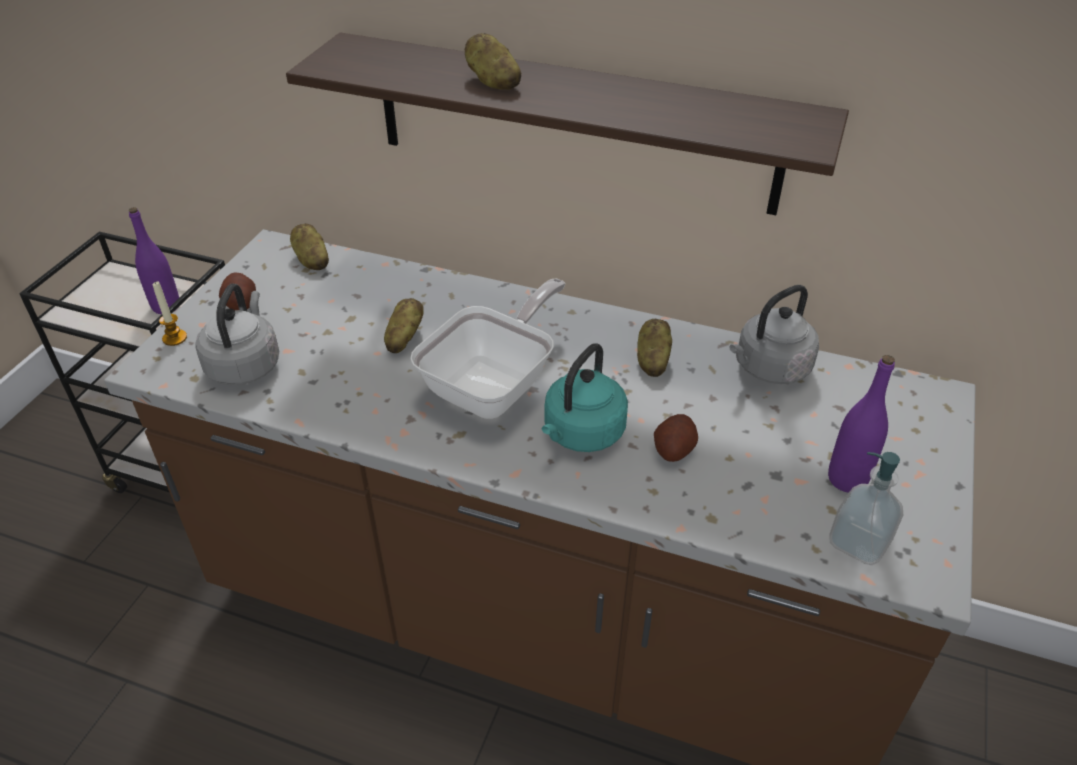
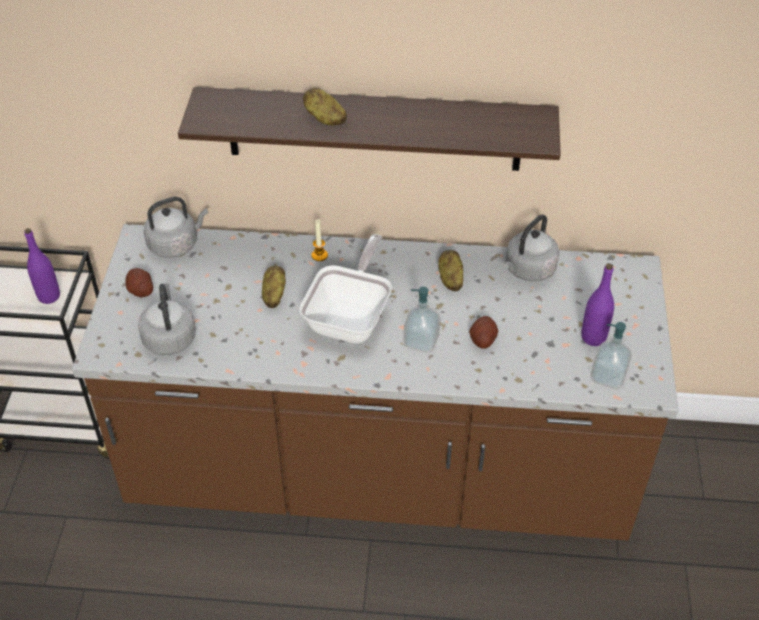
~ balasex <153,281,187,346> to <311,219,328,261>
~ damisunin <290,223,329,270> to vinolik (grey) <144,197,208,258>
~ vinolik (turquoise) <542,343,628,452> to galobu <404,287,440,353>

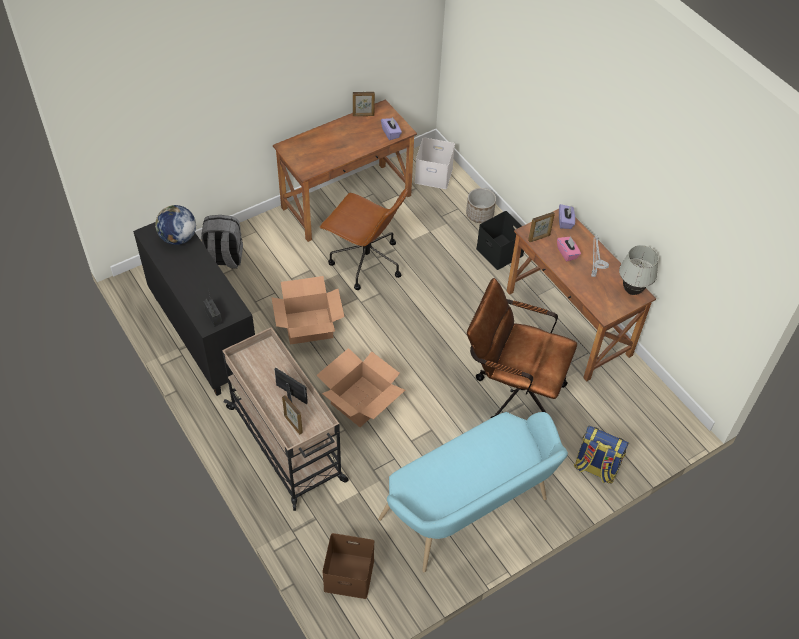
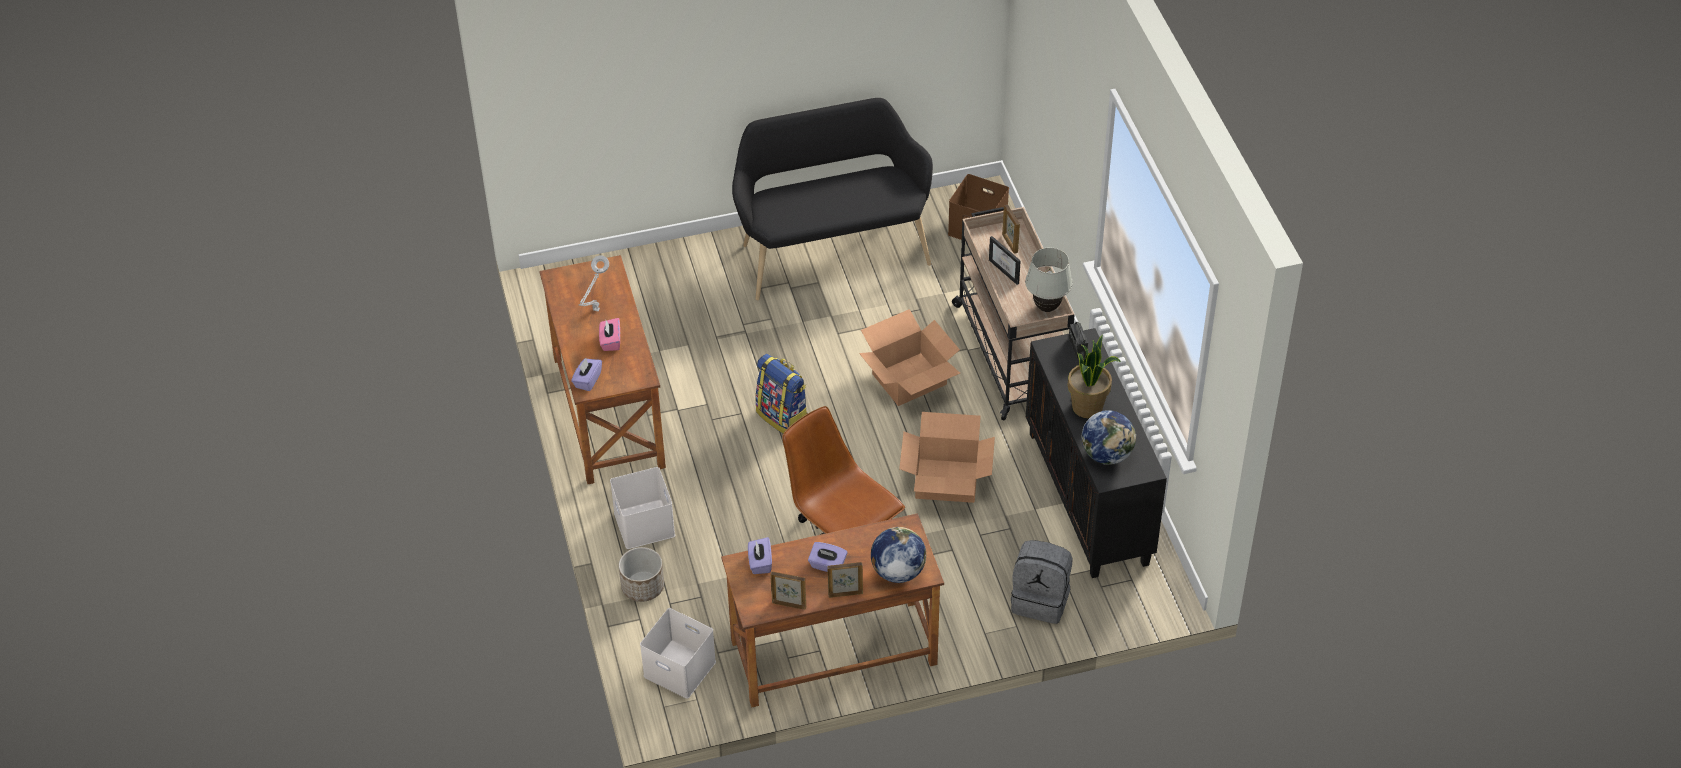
~ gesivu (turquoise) <378,412,568,572> to gesivu (black) <732,98,933,300>
- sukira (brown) <467,278,577,418>
~ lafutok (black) <476,211,524,270> to lafutok (white) <610,467,675,549>
~ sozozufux <528,212,555,242> to <827,562,863,598>
~ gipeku <574,426,629,483> to <755,354,808,433>
~ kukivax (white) <619,245,659,295> to <1025,248,1073,312>
+ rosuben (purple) <808,542,847,572>
+ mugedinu <871,527,926,583>
+ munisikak <1068,335,1121,418>

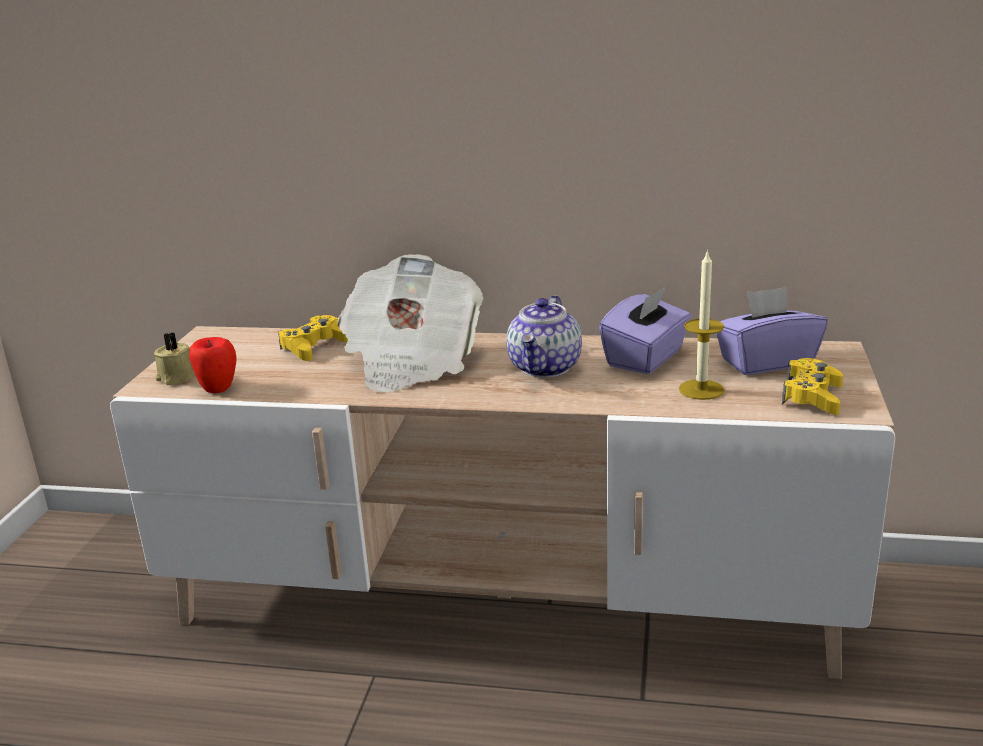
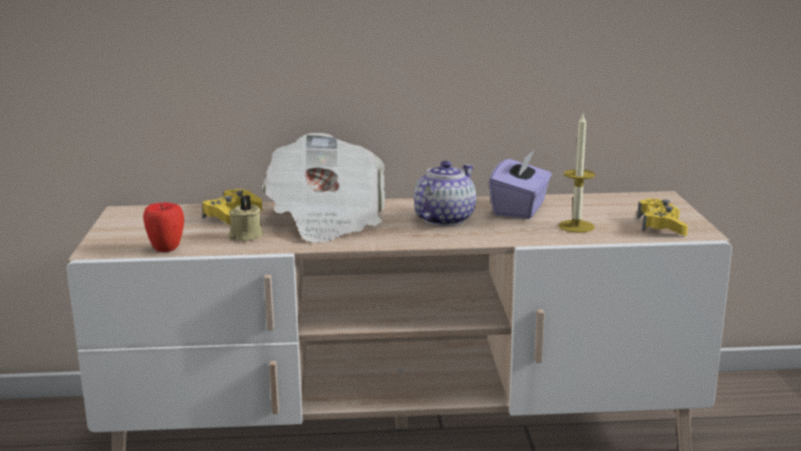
~ balasex (beige) <154,332,196,385> to <229,195,263,241>
~ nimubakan <506,295,582,377> = <414,160,476,226> 150 degrees counterclockwise
- rosuben (purple) <716,287,828,375>

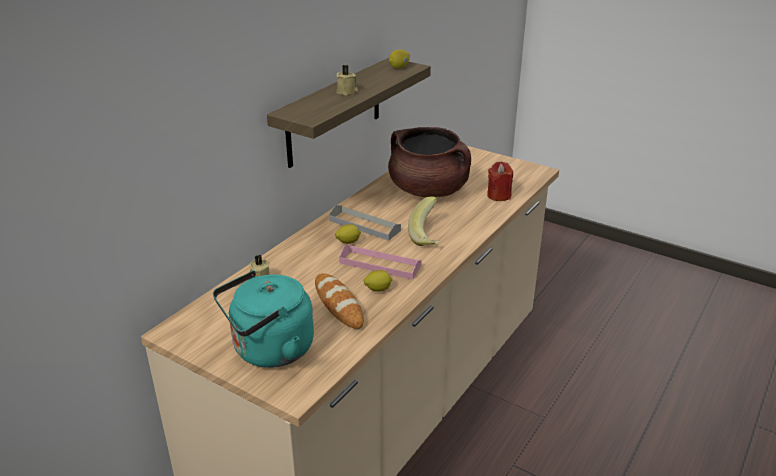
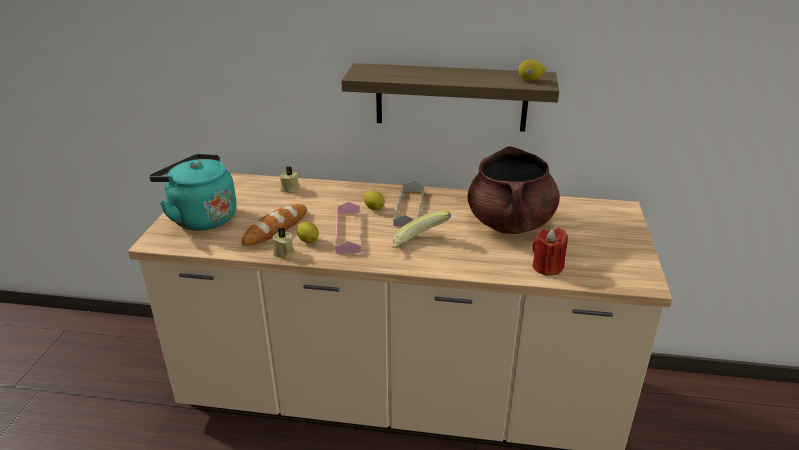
~ balasex (beige) <336,65,358,95> to <272,227,295,259>

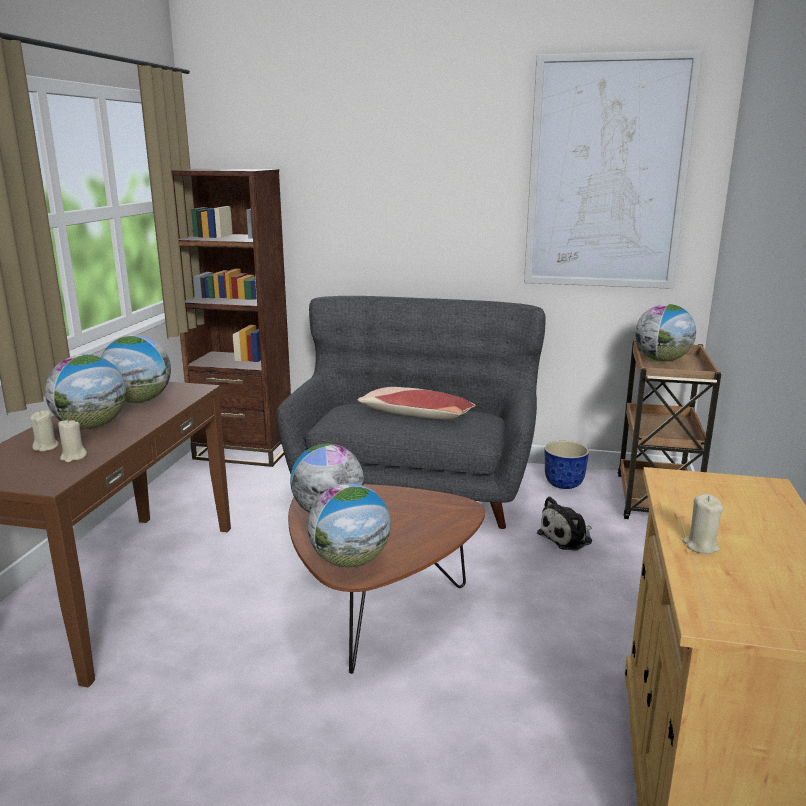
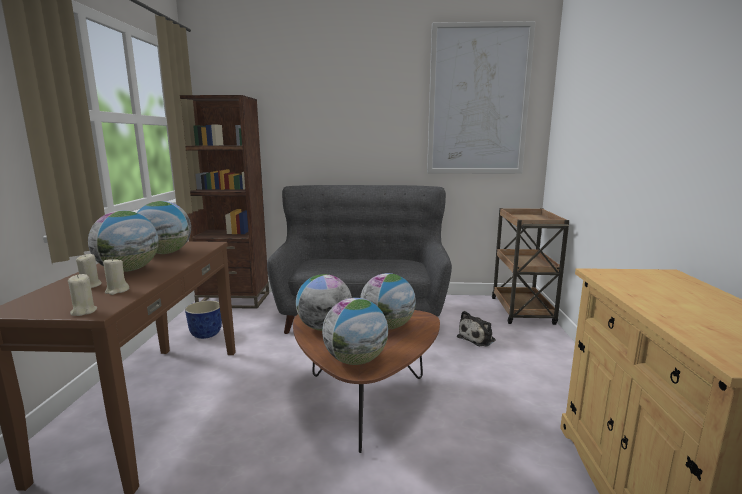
- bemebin <357,387,475,419>
~ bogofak <545,441,589,489> to <185,301,222,339>
~ mugedinu <635,304,696,362> to <360,273,416,329>
~ balasex (beige) <682,494,723,554> to <68,274,97,316>

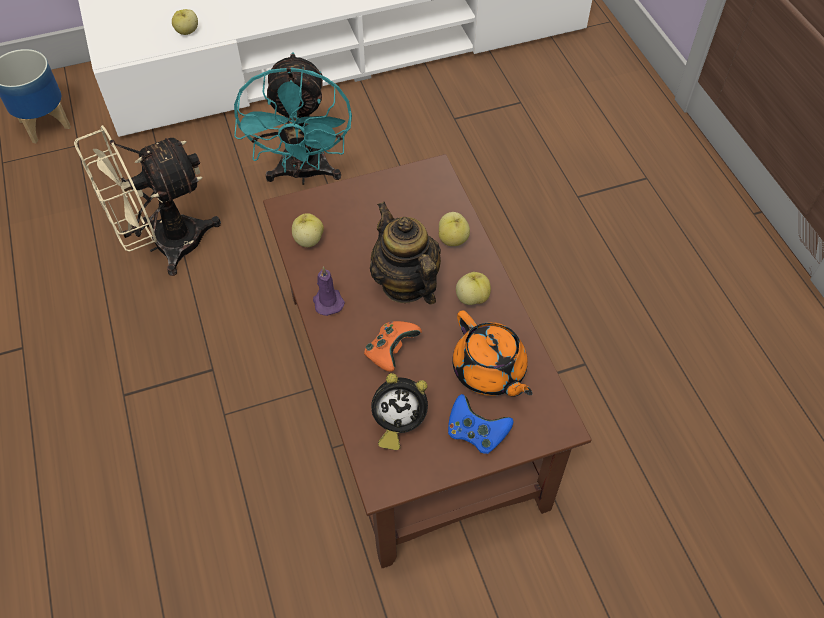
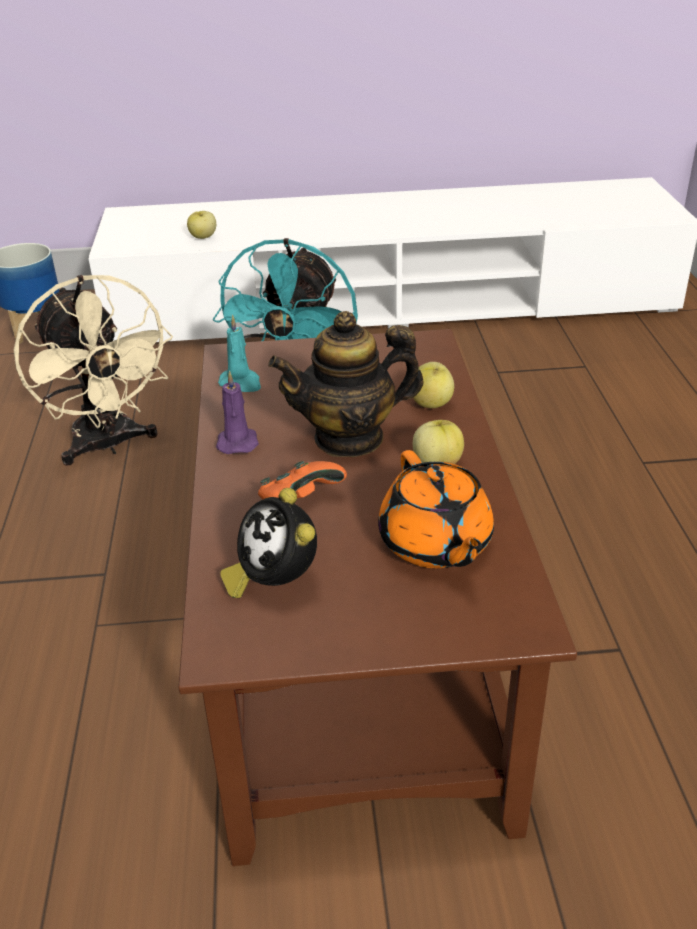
~ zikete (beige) <74,125,221,276> = <13,275,173,466> 105 degrees counterclockwise
~ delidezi <292,213,324,247> to balasex (turquoise) <218,315,261,392>
~ nimubakan <370,202,441,304> = <268,311,424,457> 90 degrees counterclockwise
~ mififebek <371,373,428,450> = <220,488,317,598> 45 degrees clockwise
- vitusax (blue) <448,394,513,454>

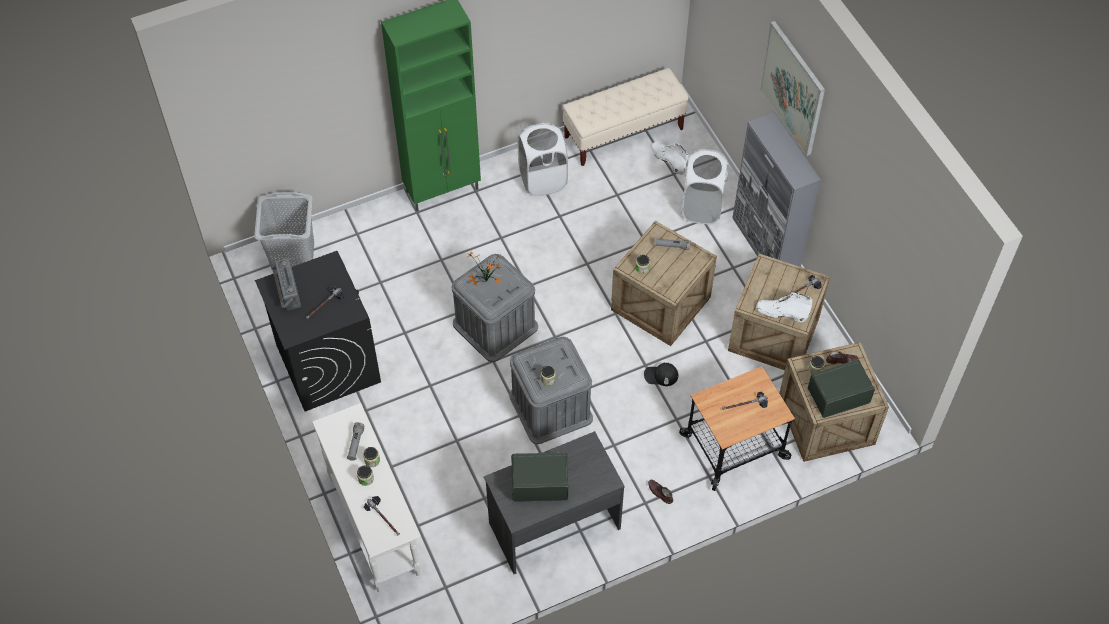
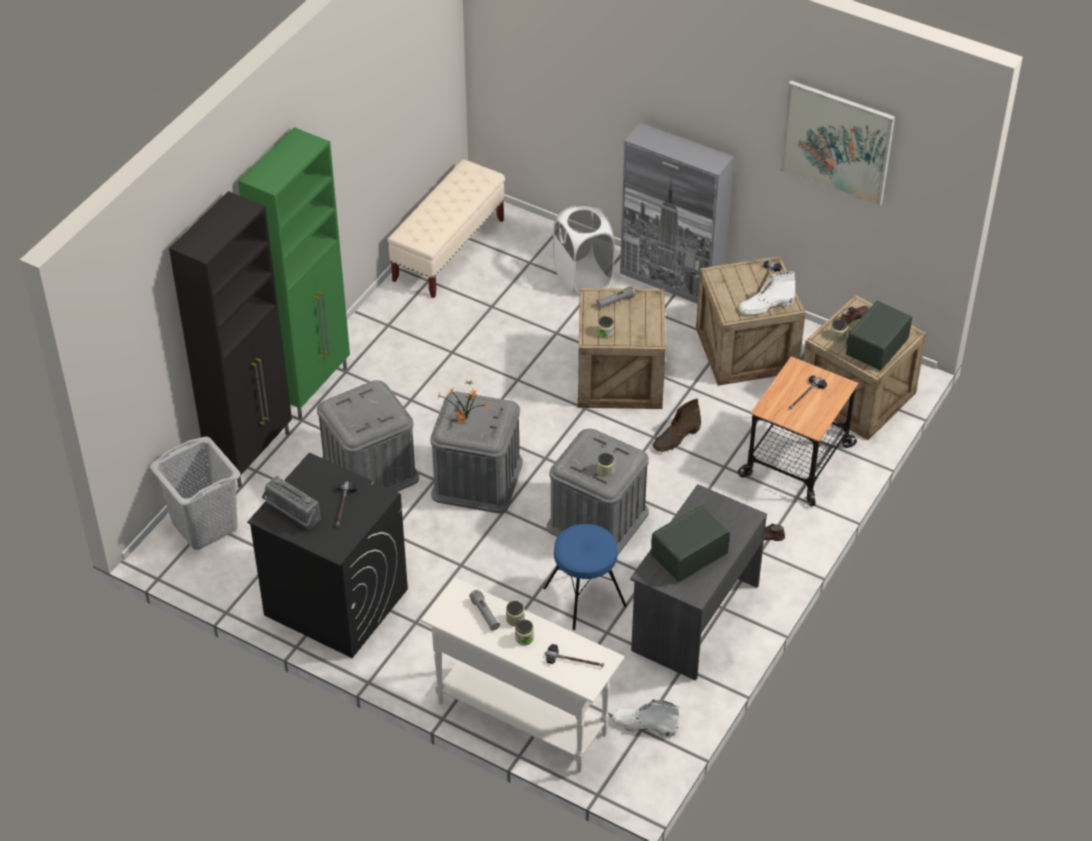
- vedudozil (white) <518,123,568,196>
~ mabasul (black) <644,363,679,386> to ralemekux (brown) <653,399,701,452>
~ ralemekux (white) <651,142,688,174> to <612,699,680,737>
~ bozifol <759,21,825,156> to <780,80,895,207>
+ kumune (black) <169,191,292,488>
+ lafutok (grey) <317,380,419,492>
+ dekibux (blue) <543,524,627,630>

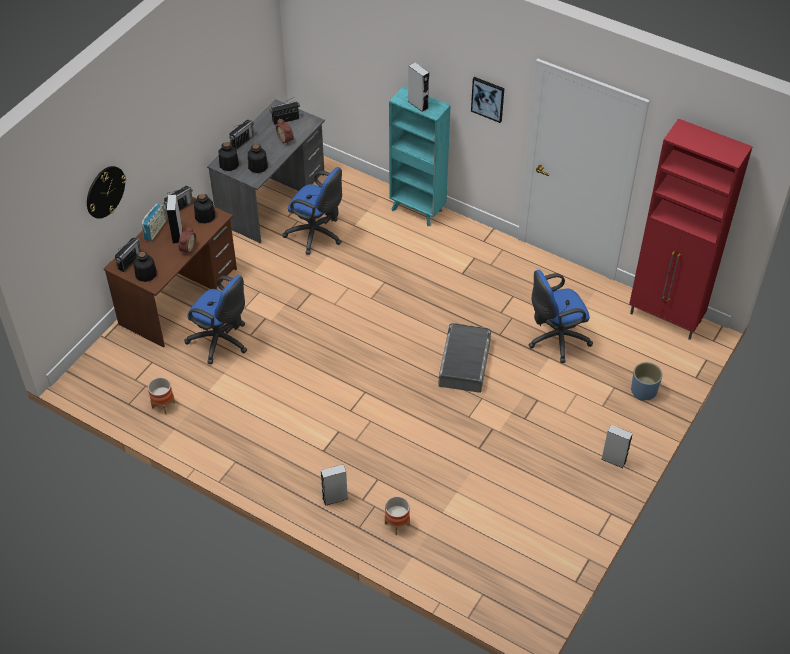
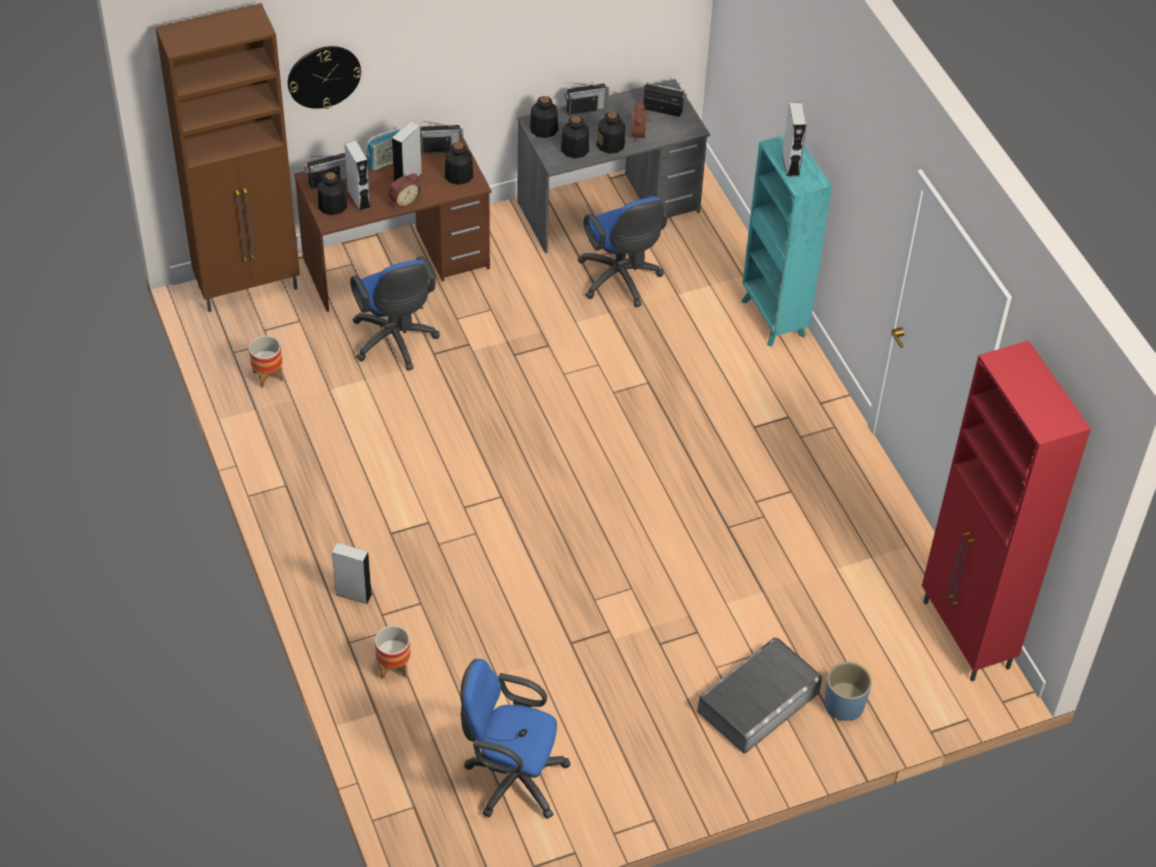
~ lafutok (grey) <438,323,491,393> to <697,638,822,754>
- bozifol <471,77,504,123>
~ sukira (blue) <528,270,593,363> to <460,659,571,819>
~ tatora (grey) <601,425,633,468> to <344,140,371,211>
+ kumune (brown) <155,3,300,312>
+ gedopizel <596,112,625,154>

